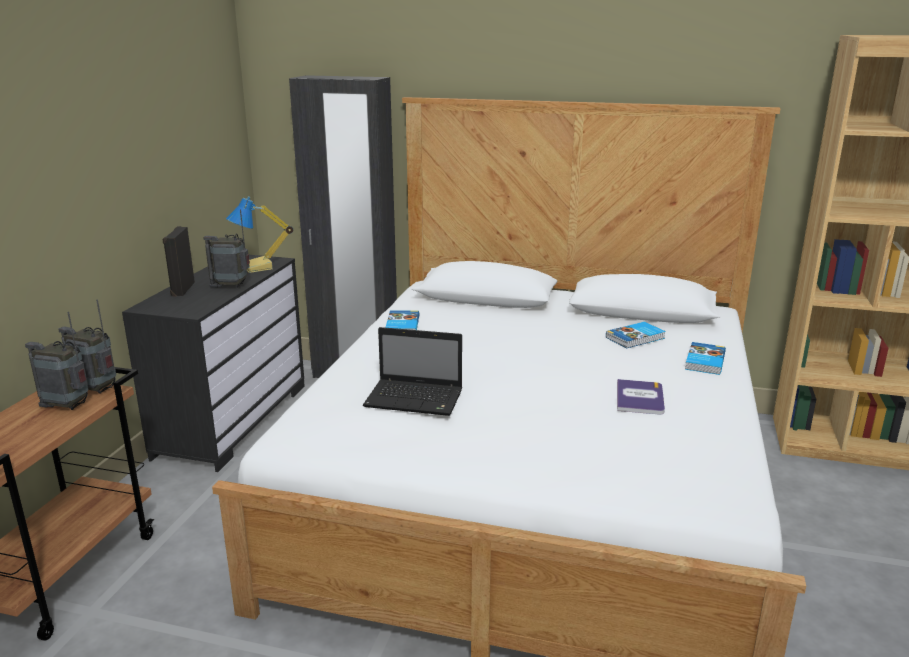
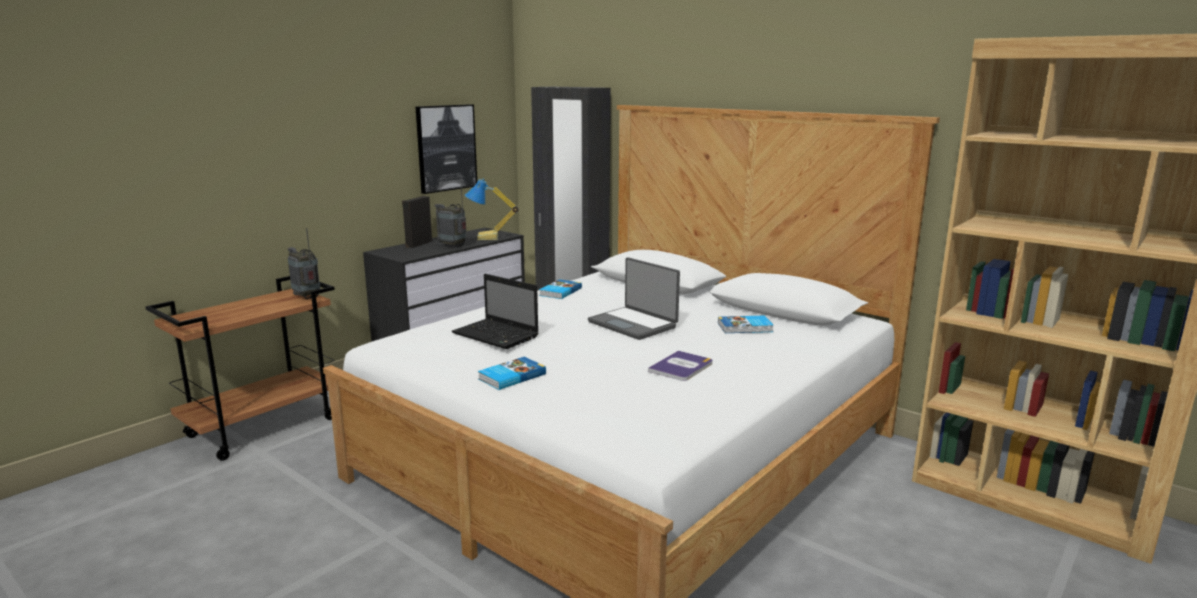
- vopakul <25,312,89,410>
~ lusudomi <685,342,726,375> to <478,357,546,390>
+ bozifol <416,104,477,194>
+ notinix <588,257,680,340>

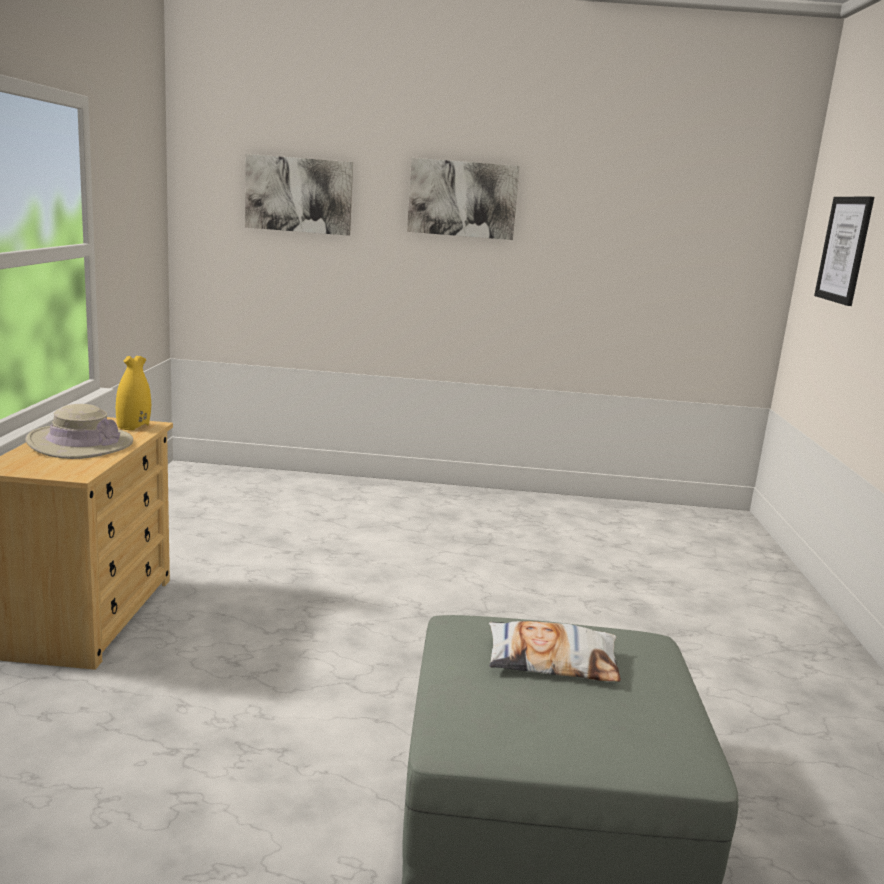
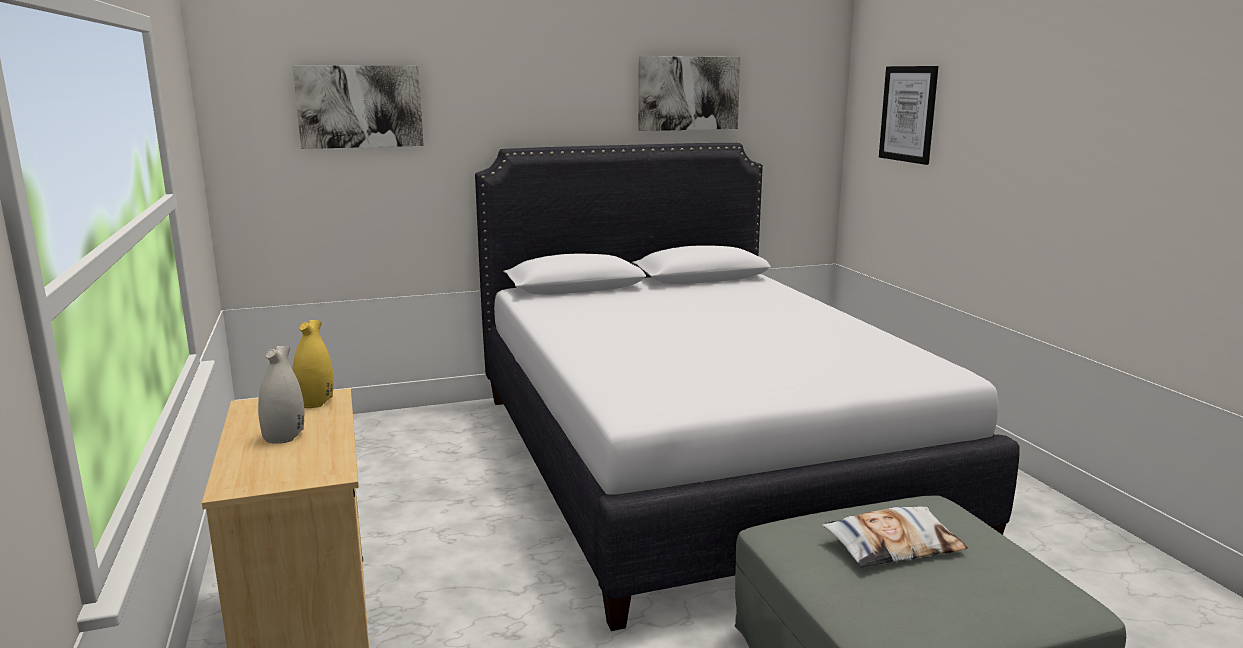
~ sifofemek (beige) <26,404,133,459> to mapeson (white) <258,346,304,444>
~ bozifol <407,158,520,240> to <638,56,740,131>
+ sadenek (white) <475,143,1020,631>

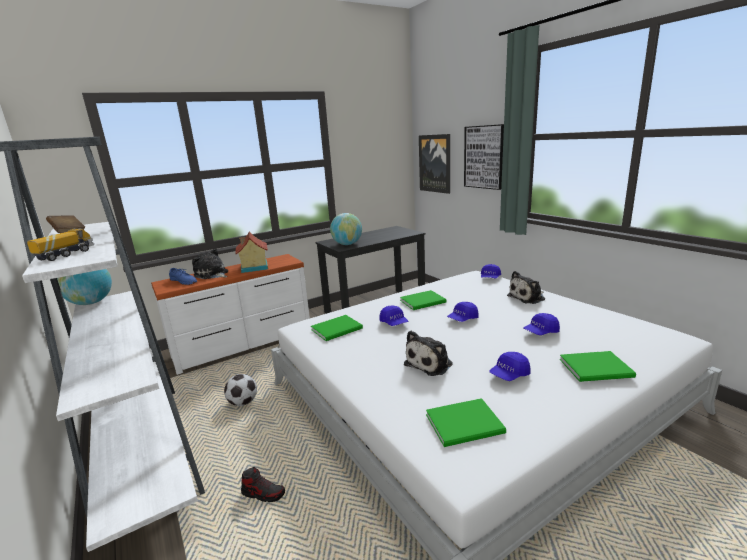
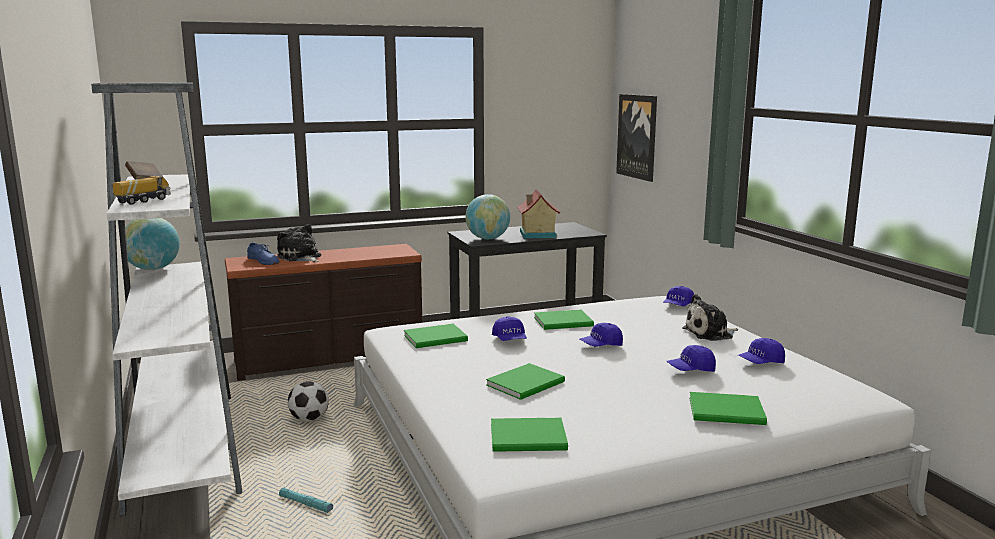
~ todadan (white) <151,254,310,375> to todadan (brown) <225,244,423,381>
~ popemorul <235,232,268,273> to <517,189,560,239>
~ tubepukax <241,467,285,502> to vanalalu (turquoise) <279,487,333,513>
~ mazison <404,330,453,376> to lusudomi (green) <486,363,565,400>
- bozifol <464,124,504,190>
~ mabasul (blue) <489,352,530,381> to <738,338,785,364>

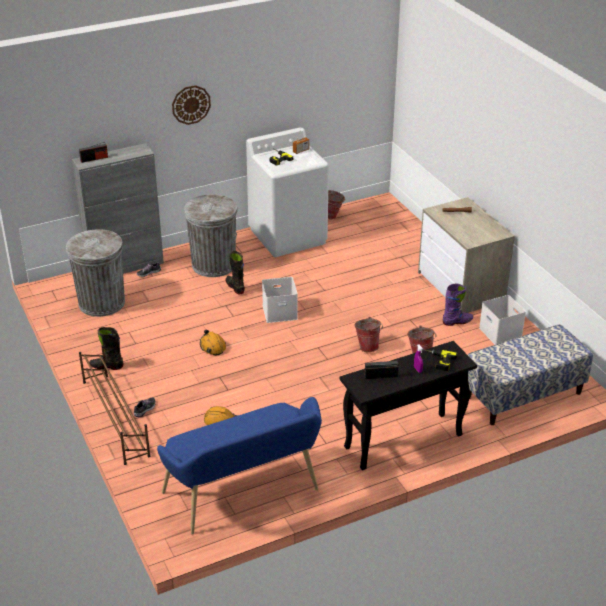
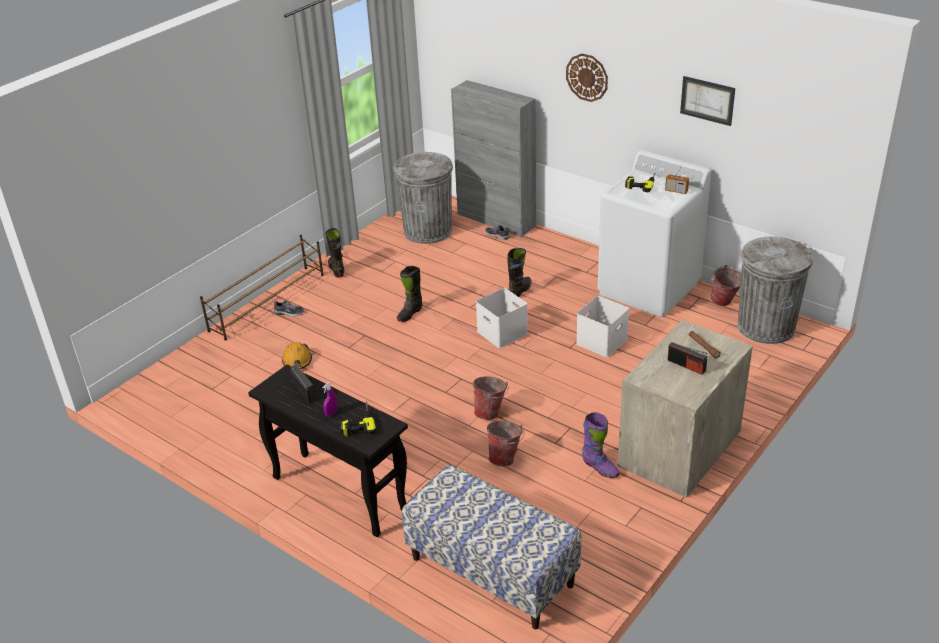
~ vopakul <79,142,108,163> to <668,342,707,375>
- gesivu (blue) <157,397,322,534>
~ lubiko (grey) <184,194,238,277> to <737,237,813,344>
~ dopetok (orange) <200,329,226,356> to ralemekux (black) <397,266,422,322>
~ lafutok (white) <479,295,526,345> to <576,296,629,358>
+ bozifol <680,76,735,126>

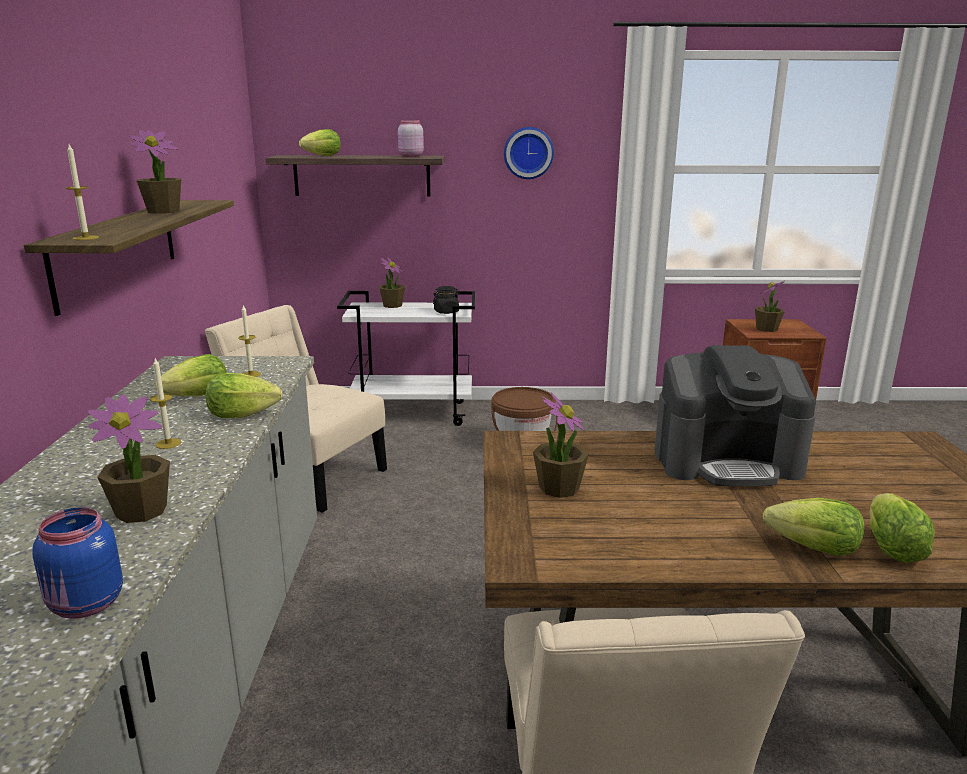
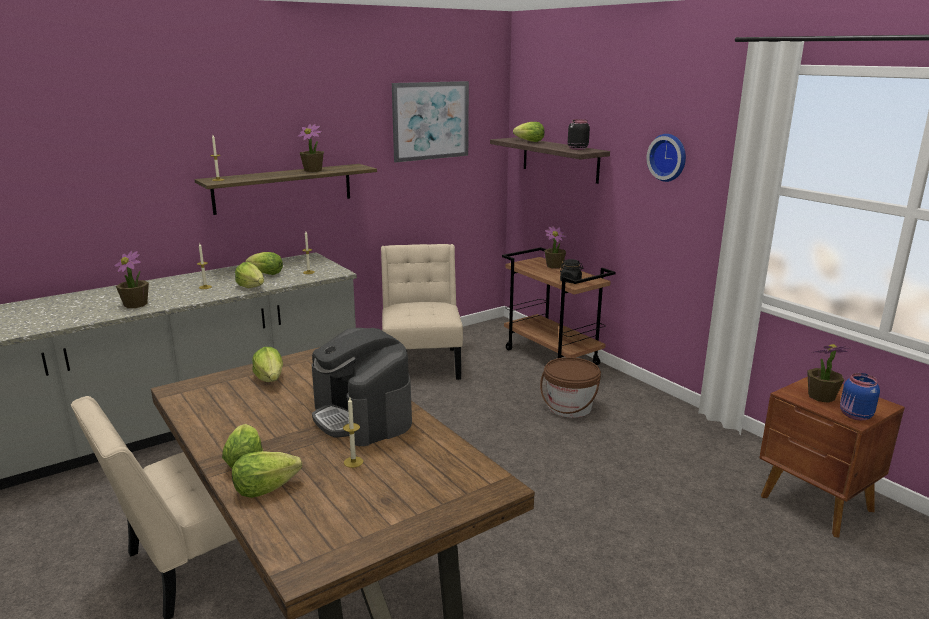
~ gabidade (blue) <32,507,123,619> to <840,373,880,420>
~ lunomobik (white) <337,291,475,426> to lunomobik (brown) <502,247,616,365>
~ gabidade (pink) <398,120,424,157> to gabidade (black) <568,119,590,150>
~ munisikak <533,392,589,498> to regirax <252,347,283,382>
+ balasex <343,398,363,468>
+ bozifol <392,81,469,162>

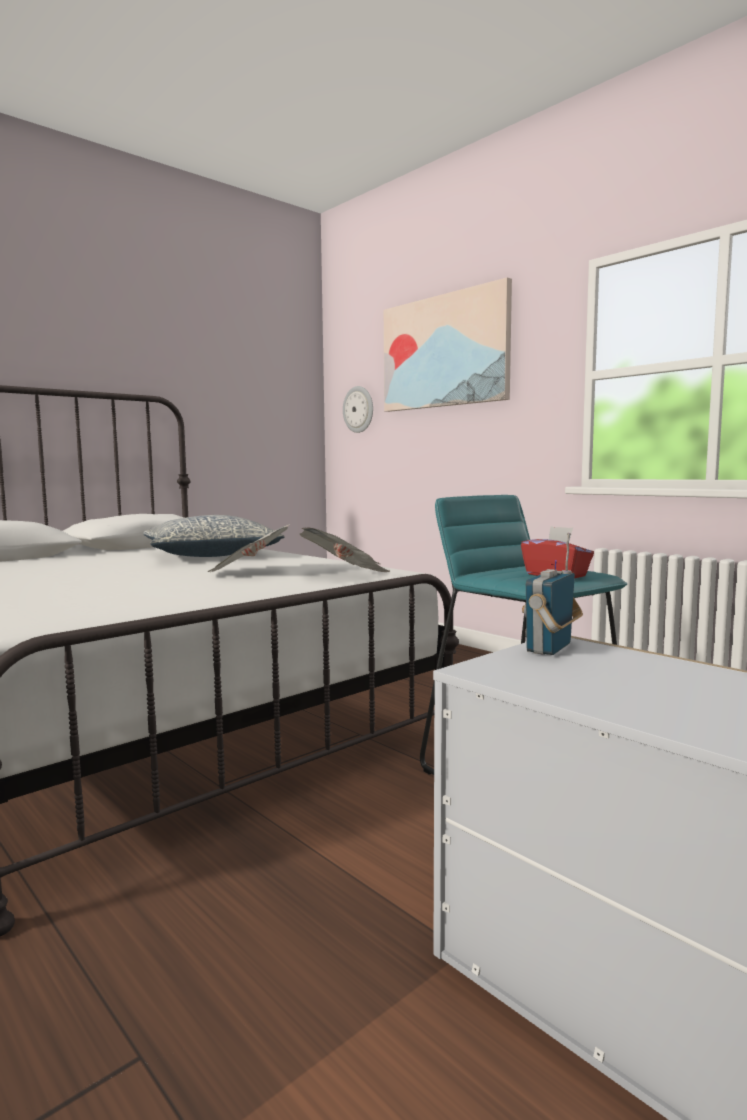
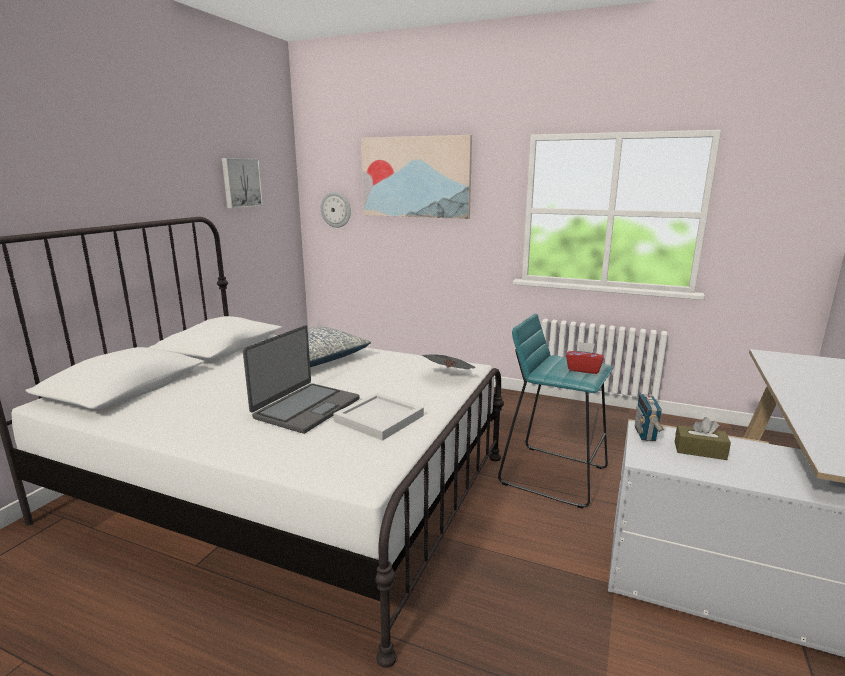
- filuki <208,524,290,572>
+ bozifol <222,158,263,209>
+ notinix <243,325,360,434>
+ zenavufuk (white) <333,392,424,441>
+ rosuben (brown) <675,417,731,460>

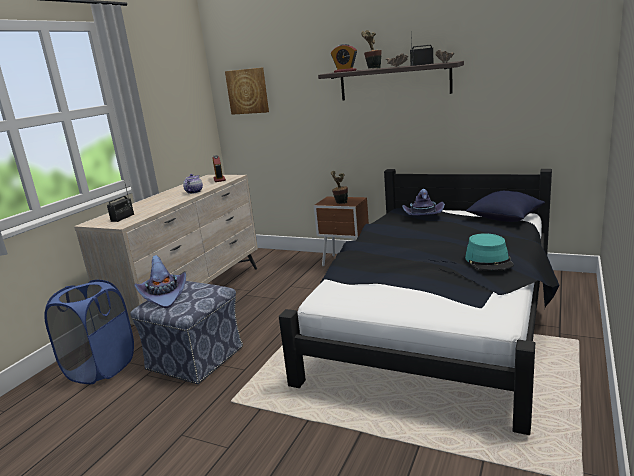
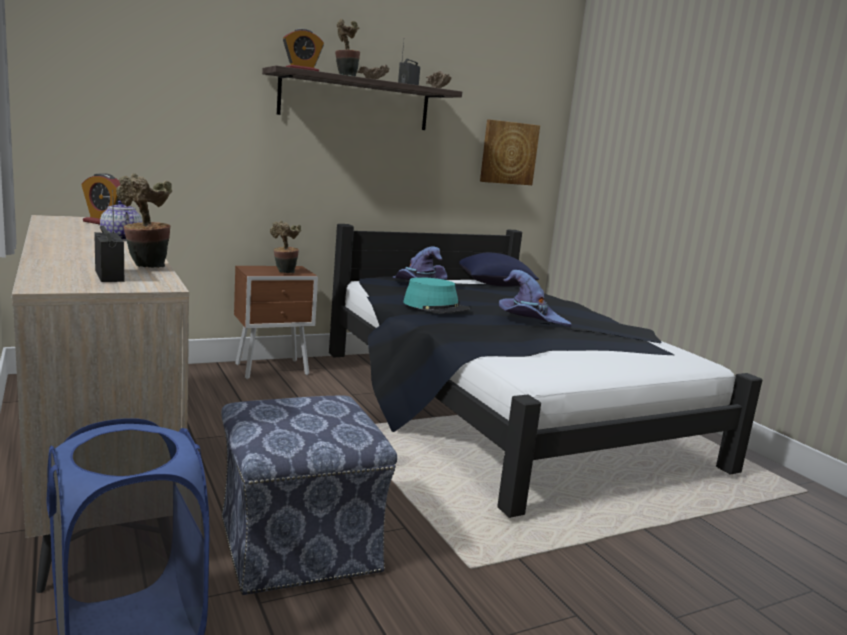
~ sifofemek (purple) <134,255,186,308> to <499,270,572,327>
~ bozifol <225,67,269,115> to <480,119,540,185>
~ sifofemek (turquoise) <465,233,514,270> to <403,277,470,313>
+ munisikak <116,173,172,268>

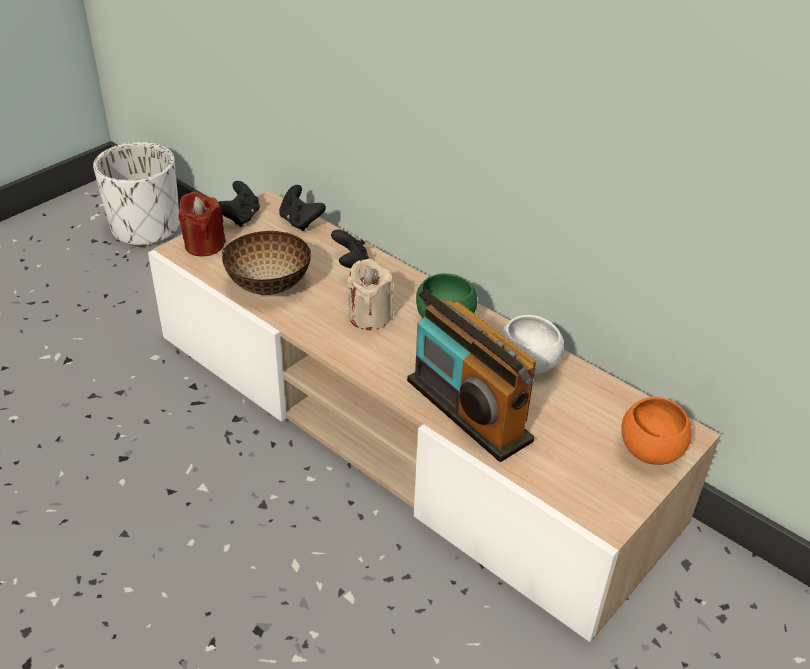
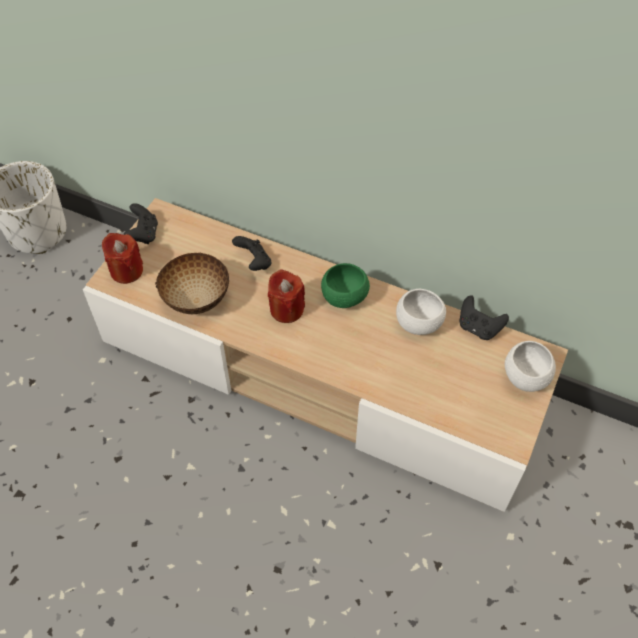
~ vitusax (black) <279,185,326,231> to <460,295,509,340>
~ balasex (beige) <346,259,394,330> to balasex (red) <268,269,305,323>
- vopakul <407,289,536,462>
~ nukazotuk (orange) <621,397,692,465> to nukazotuk (white) <505,341,556,392>

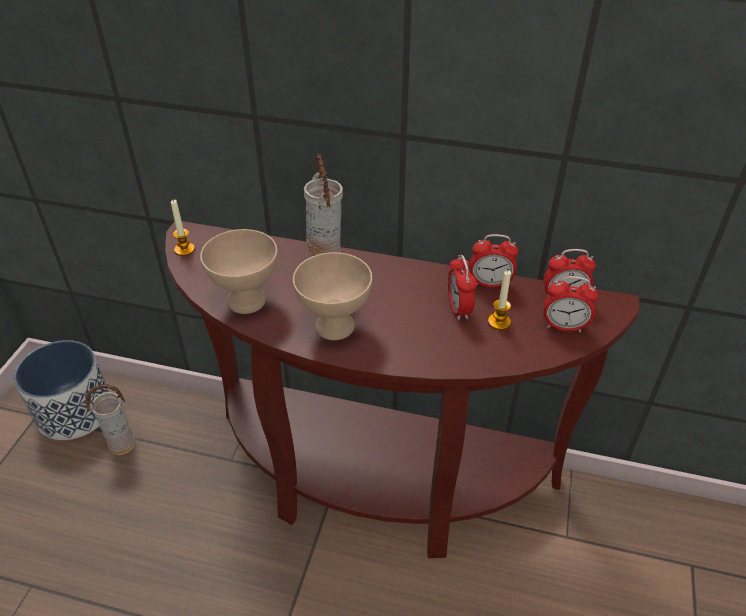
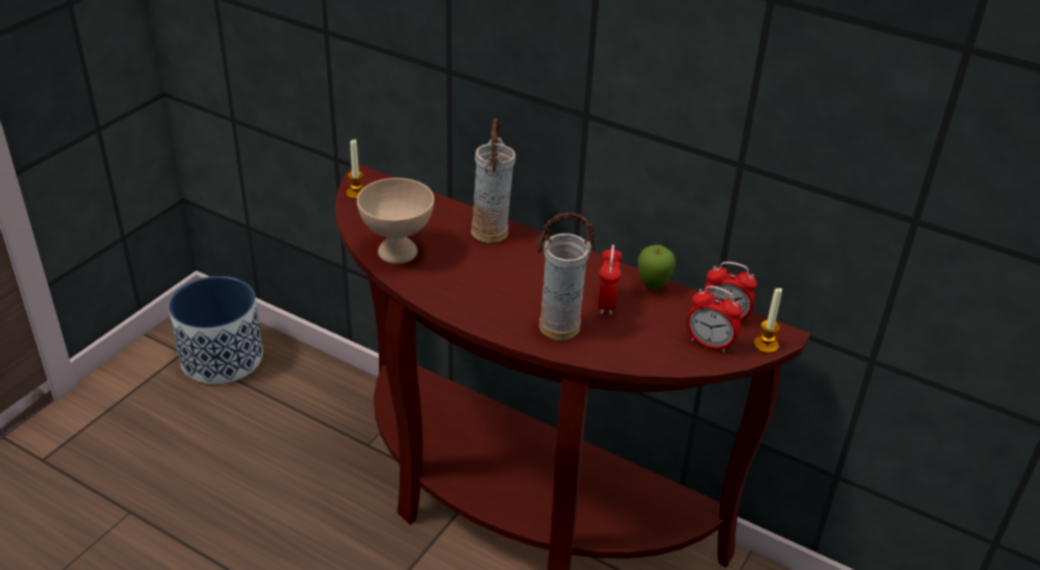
~ mapeson <84,384,136,455> to <537,212,596,341>
- nukazotuk (beige) <293,252,372,340>
~ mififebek <470,234,518,287> to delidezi <638,245,676,291>
~ balasex <488,271,511,330> to <754,288,782,353>

